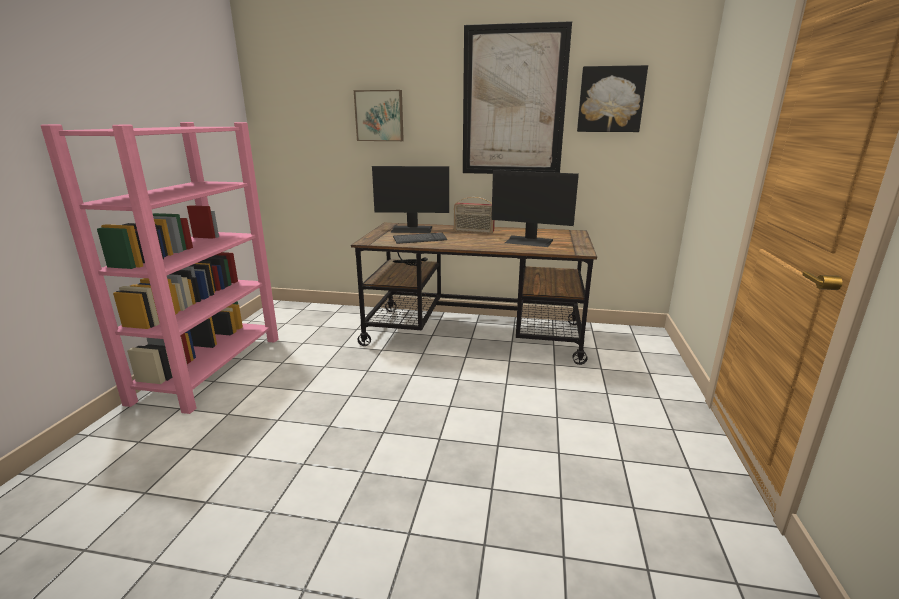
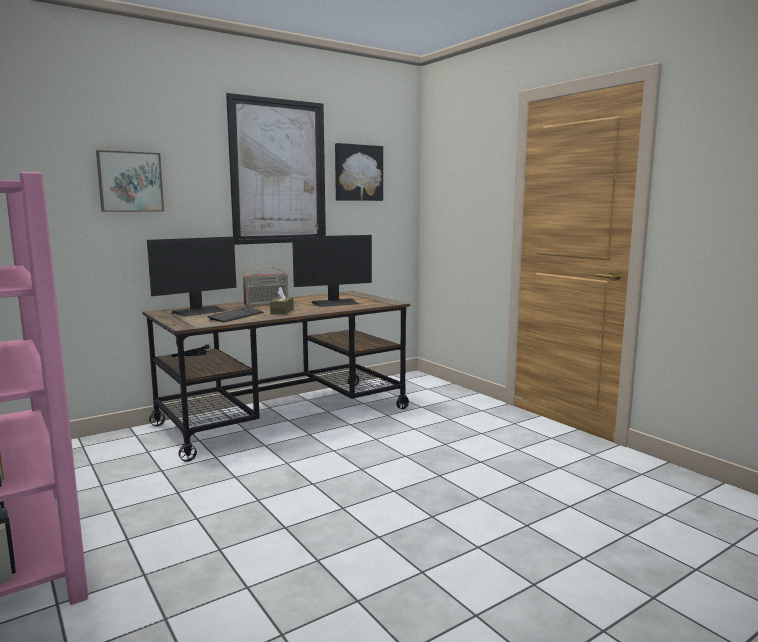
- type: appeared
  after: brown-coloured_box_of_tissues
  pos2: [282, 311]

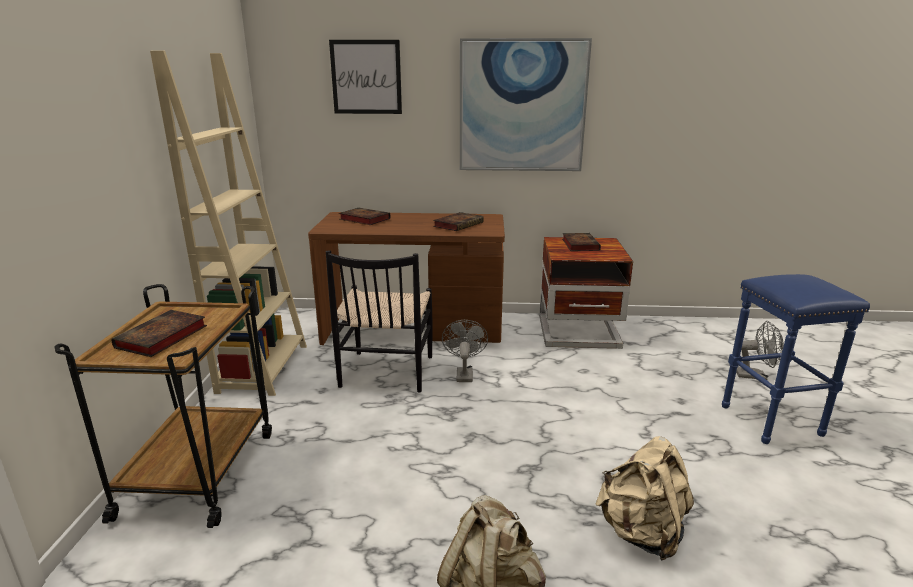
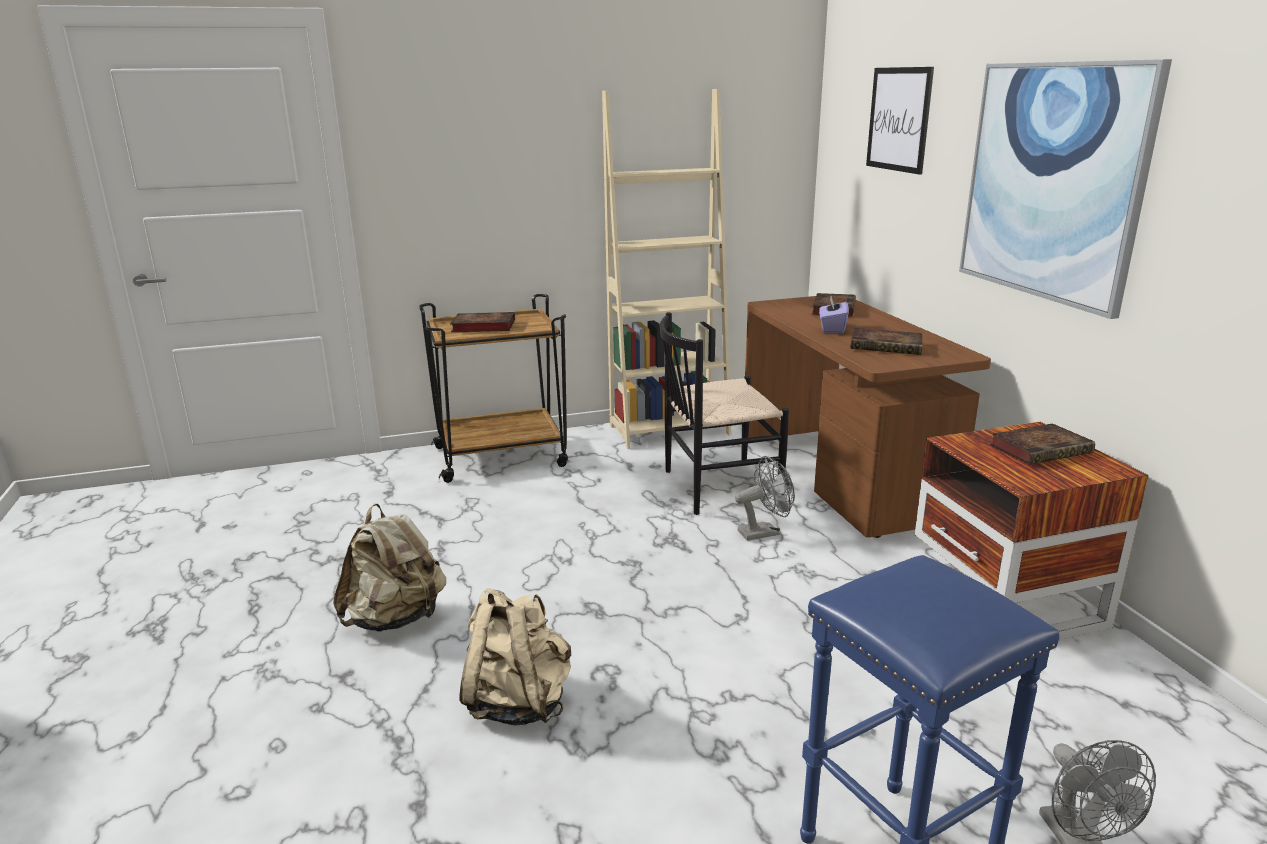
- type: appeared
  after: purple-coloured_box_of_tissues
  pos2: [832, 329]

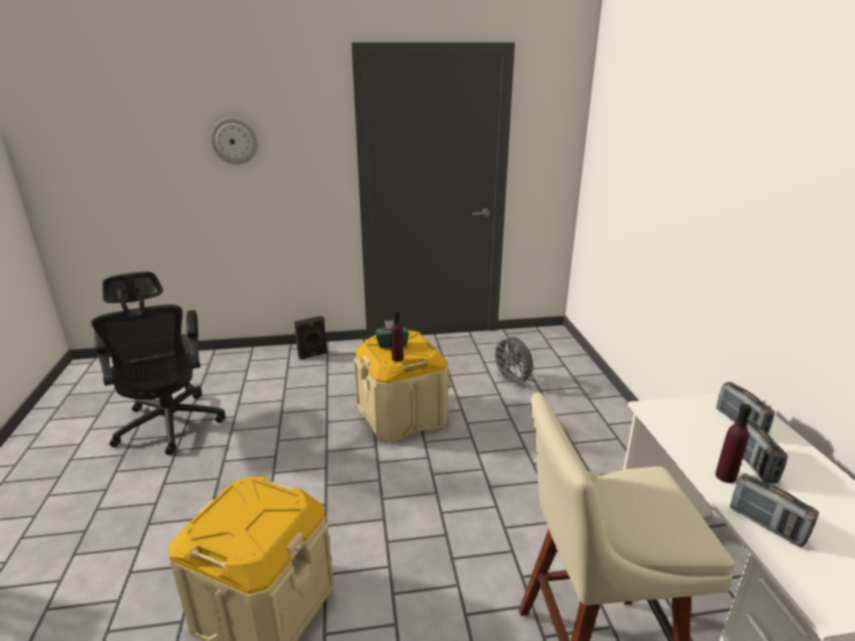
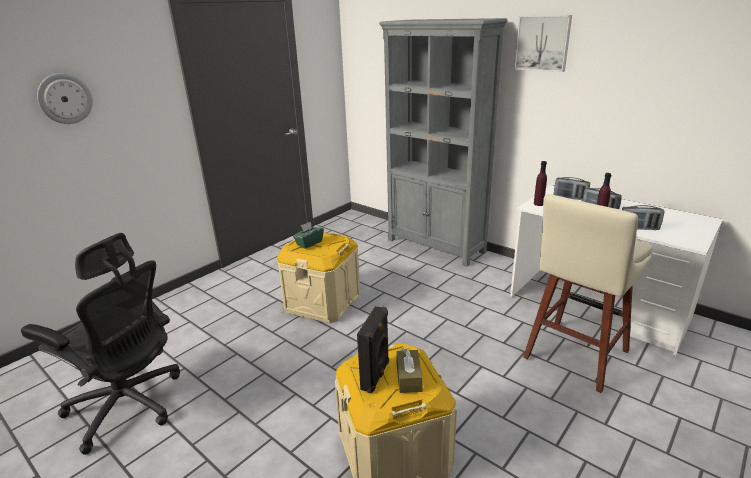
- type: relocated
  before: blackish_speaker
  pos1: [313, 355]
  pos2: [376, 375]
- type: appeared
  after: greyish_shelving_unit
  pos2: [436, 246]
- type: appeared
  after: brown-coloured_box_of_tissues
  pos2: [409, 377]
- type: appeared
  after: picture
  pos2: [543, 43]
- type: relocated
  before: purple-coloured_bottle
  pos1: [397, 358]
  pos2: [538, 204]
- type: missing
  before: greyish_cooling_fan
  pos1: [512, 381]

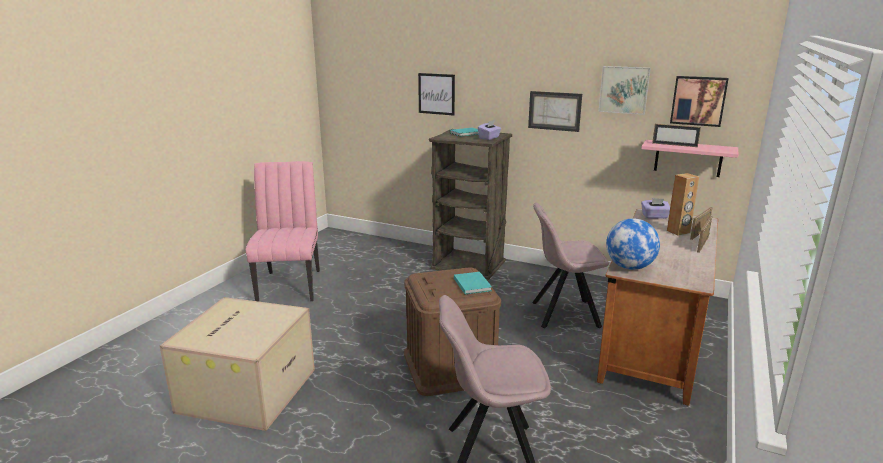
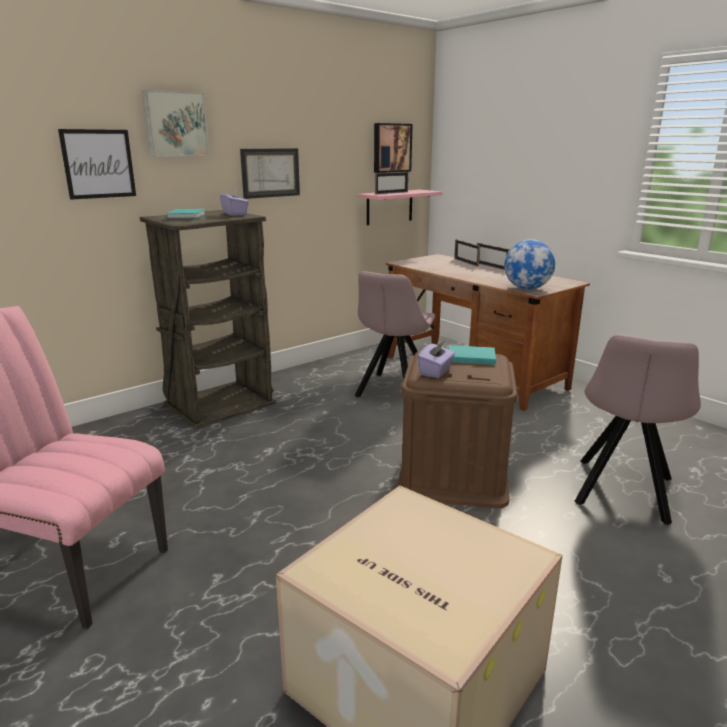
- type: relocated
  before: picture
  pos1: [624, 89]
  pos2: [175, 124]
- type: relocated
  before: purple-coloured_box_of_tissues
  pos1: [654, 216]
  pos2: [436, 371]
- type: missing
  before: brown-coloured_speaker
  pos1: [678, 232]

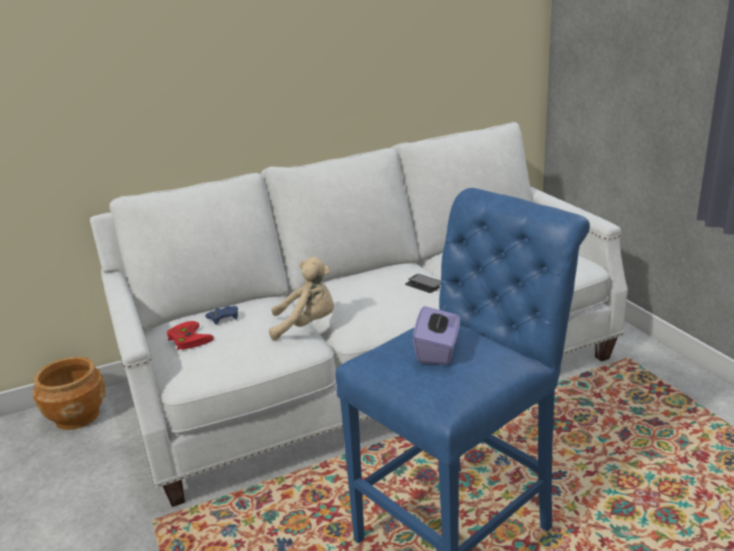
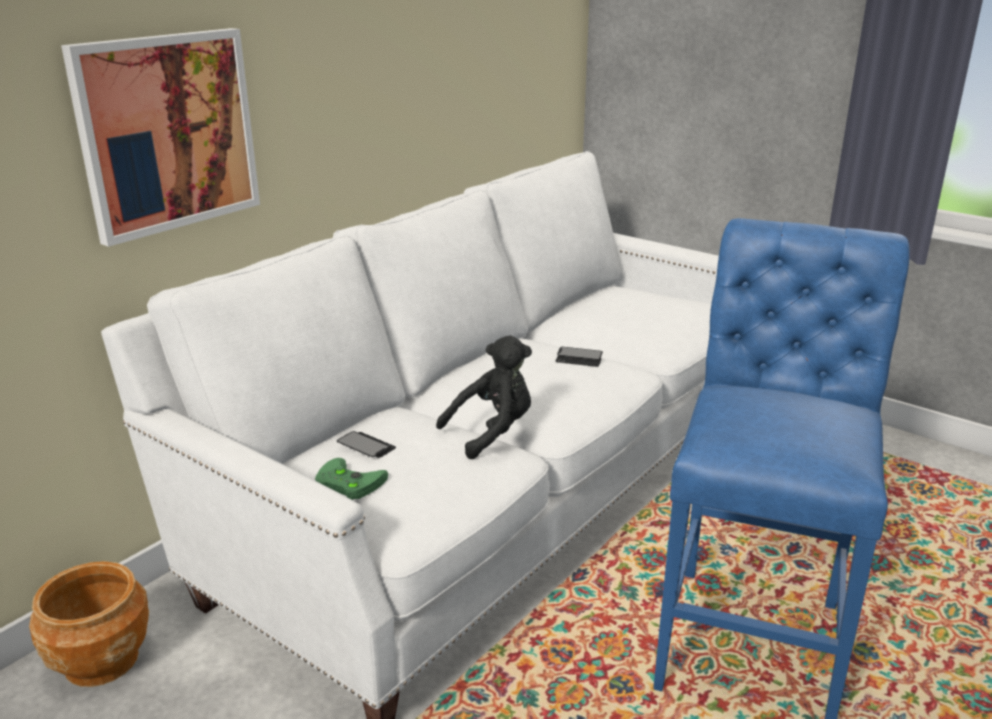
- type: appeared
  after: picture
  pos2: [167, 133]
- type: colour
  before: red-coloured_joypad
  after: green_joypad
  pos1: [187, 338]
  pos2: [346, 483]
- type: exchanged
  before: bluish_joypad
  after: telephone
  pos1: [224, 318]
  pos2: [366, 446]
- type: colour
  before: beige-coloured_plush_toy
  after: blackish_plush_toy
  pos1: [307, 325]
  pos2: [492, 432]
- type: missing
  before: purple-coloured_box_of_tissues
  pos1: [438, 351]

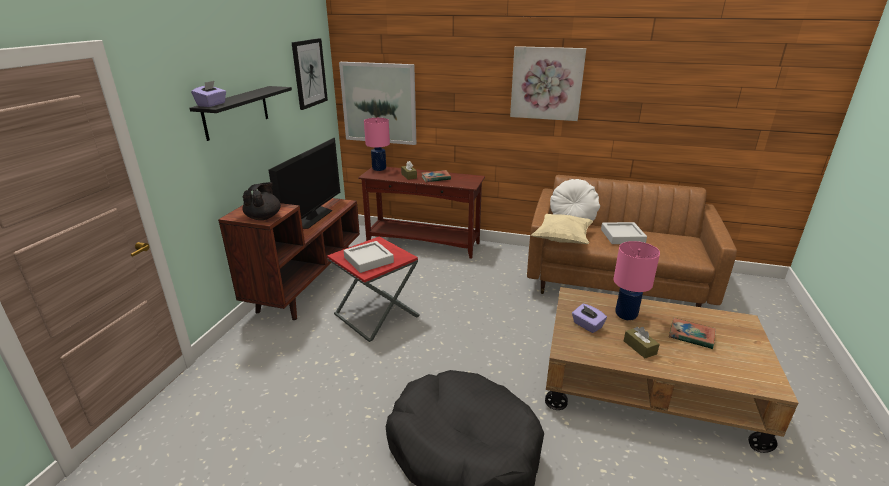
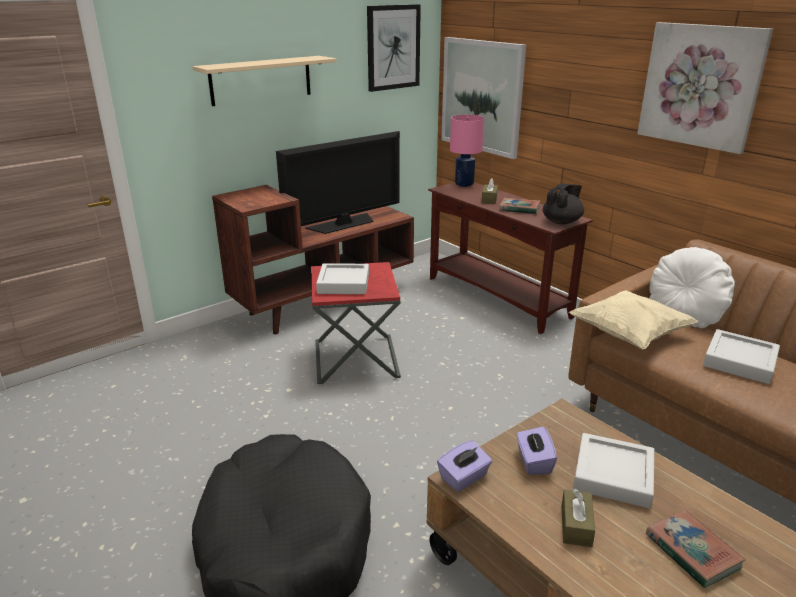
- type: colour
  before: blackish_wall_shelf
  after: beige-coloured_wall_shelf
  pos1: [236, 112]
  pos2: [261, 80]
- type: relocated
  before: purple-coloured_box_of_tissues
  pos1: [212, 104]
  pos2: [464, 478]
- type: relocated
  before: blackish_teapot
  pos1: [264, 217]
  pos2: [562, 222]
- type: exchanged
  before: pink-coloured_table_lamp
  after: greyish_carrying_tray
  pos1: [626, 316]
  pos2: [613, 475]

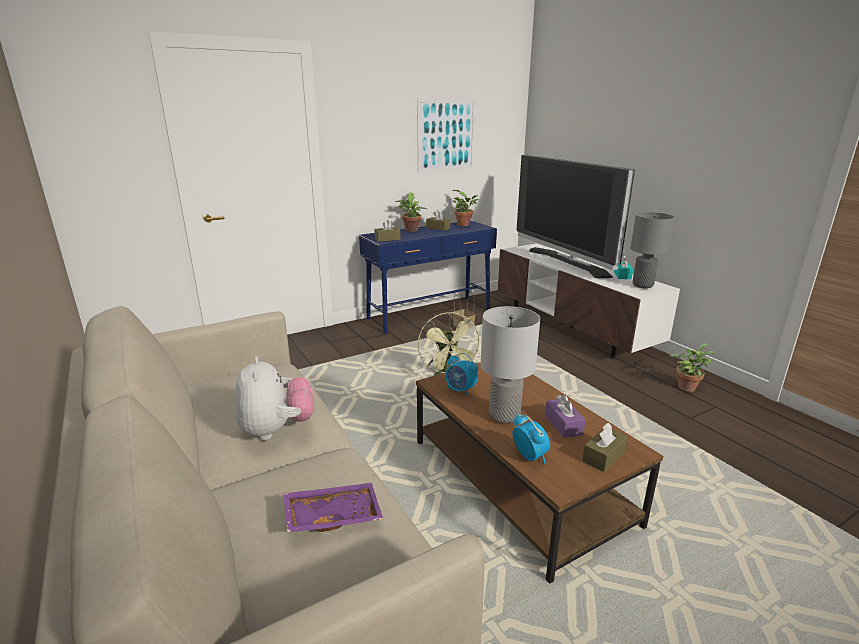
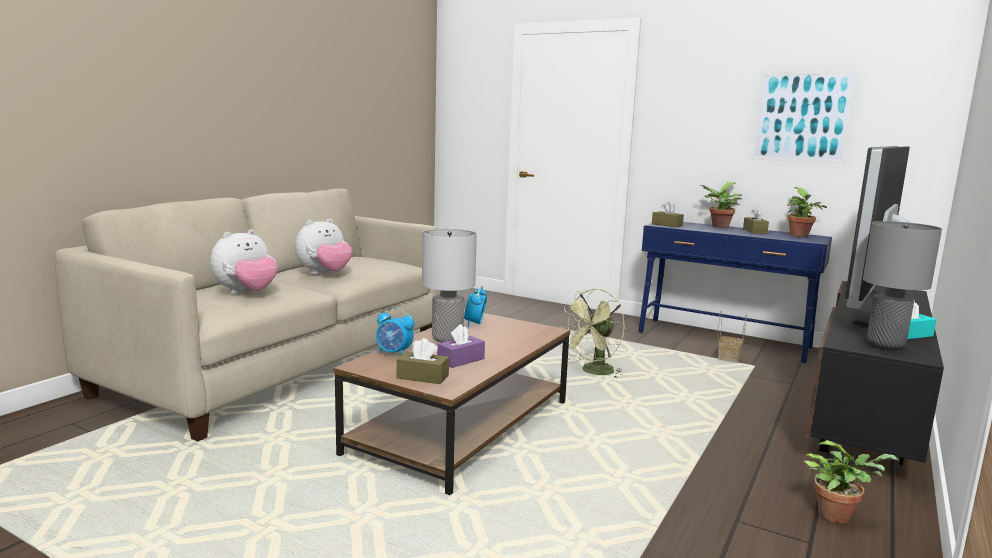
- type: exchanged
  before: purple-coloured_carrying_tray
  after: plush_toy
  pos1: [333, 515]
  pos2: [246, 293]
- type: spun
  before: alarm_clock
  pos1: [529, 456]
  pos2: [394, 353]
  turn: 75
- type: colour
  before: white-coloured_media_console
  after: blackish_media_console
  pos1: [572, 327]
  pos2: [865, 415]

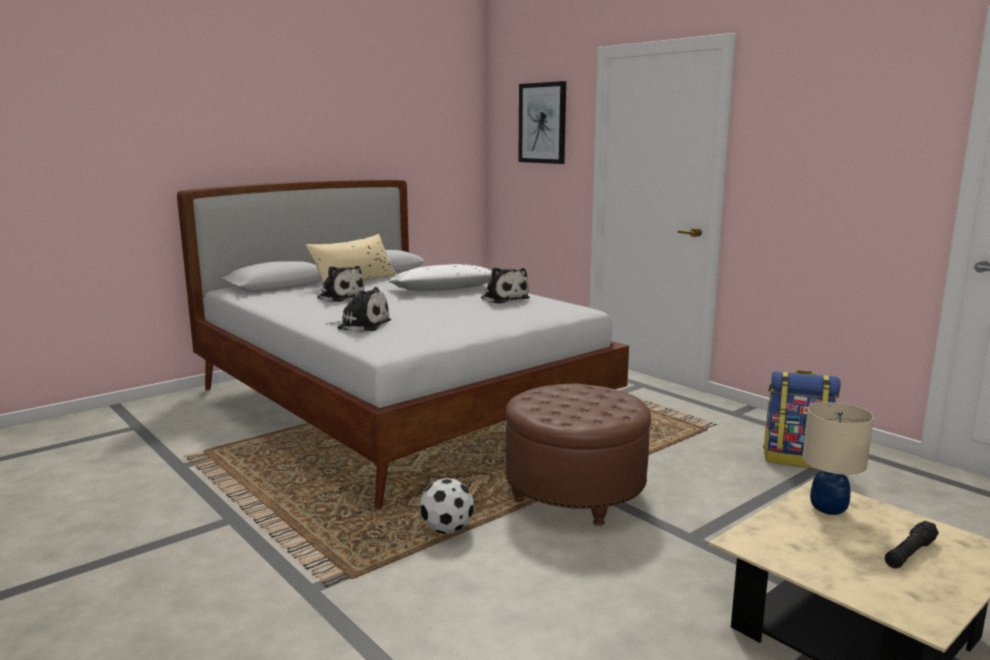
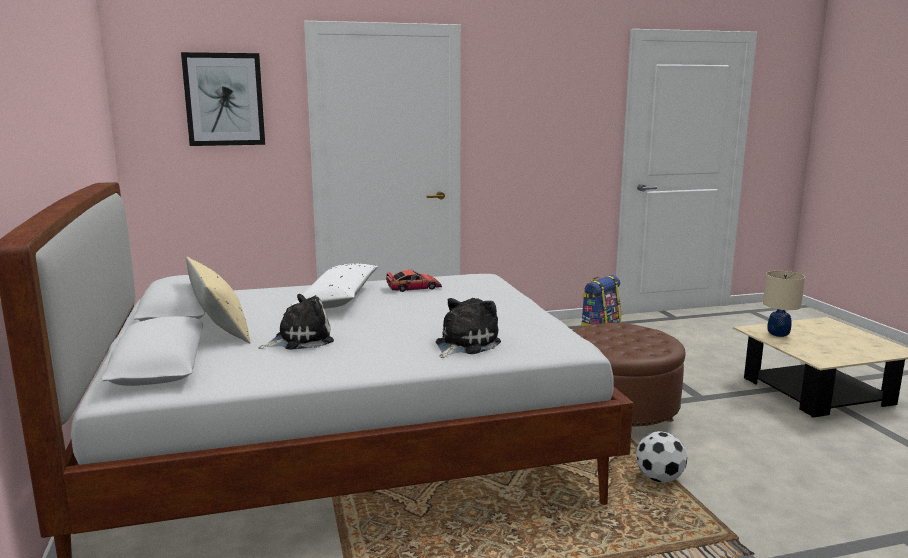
- type: exchanged
  before: plush_toy
  after: model_car
  pos1: [503, 299]
  pos2: [414, 287]
- type: missing
  before: blackish_flashlight
  pos1: [909, 553]

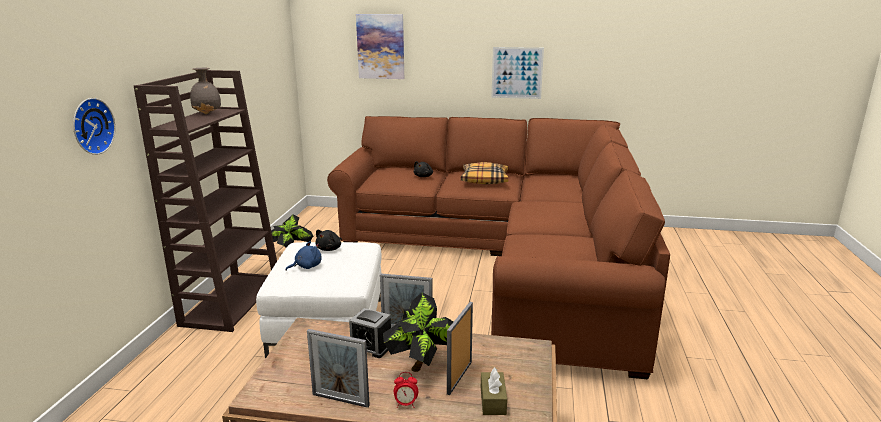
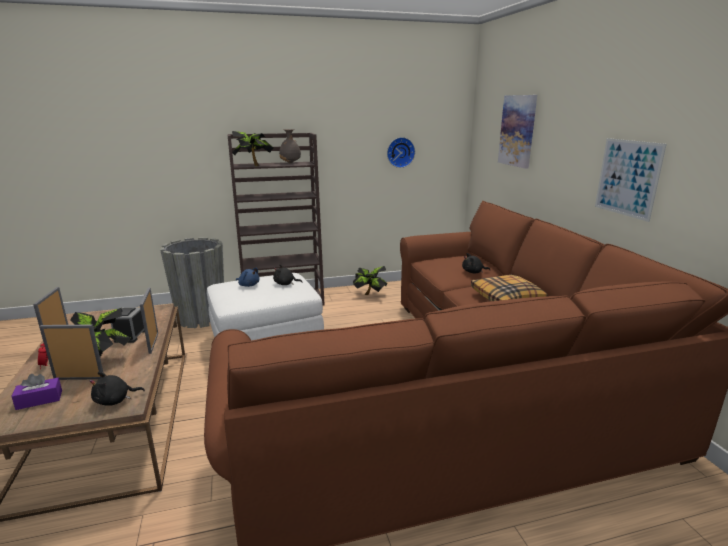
- type: colour
  before: brown-coloured_box_of_tissues
  after: purple-coloured_box_of_tissues
  pos1: [493, 400]
  pos2: [39, 400]
- type: appeared
  after: blackish_plush_toy
  pos2: [115, 400]
- type: appeared
  after: greyish_planter
  pos2: [201, 317]
- type: appeared
  after: houseplant
  pos2: [253, 165]
- type: relocated
  before: hanging_clock
  pos1: [90, 126]
  pos2: [400, 152]

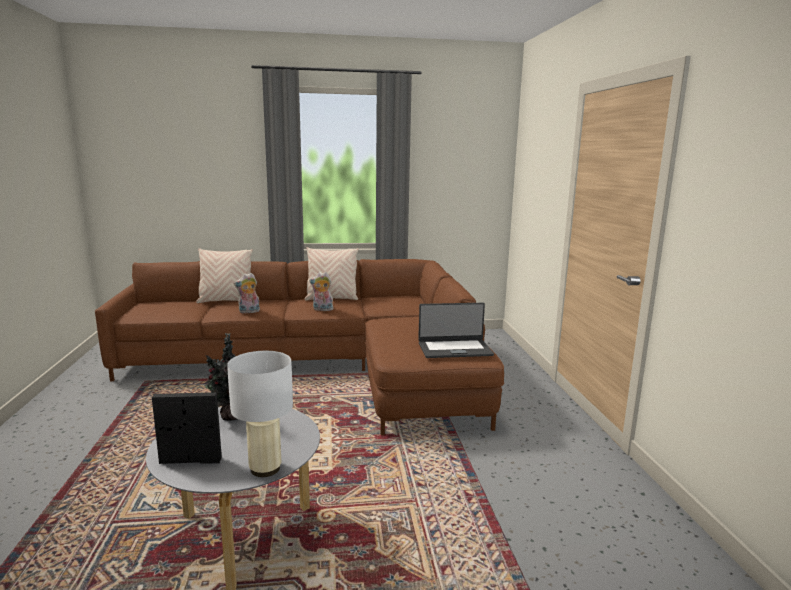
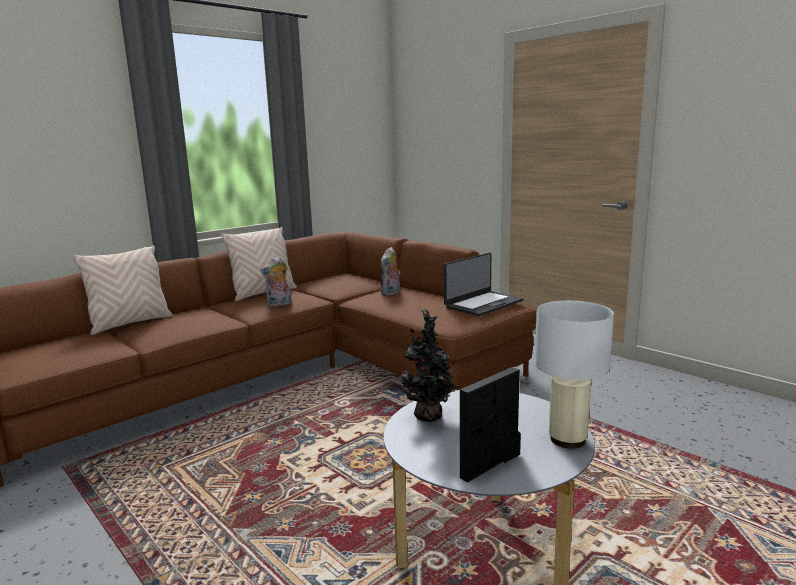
- type: relocated
  before: plush_toy
  pos1: [249, 312]
  pos2: [391, 293]

